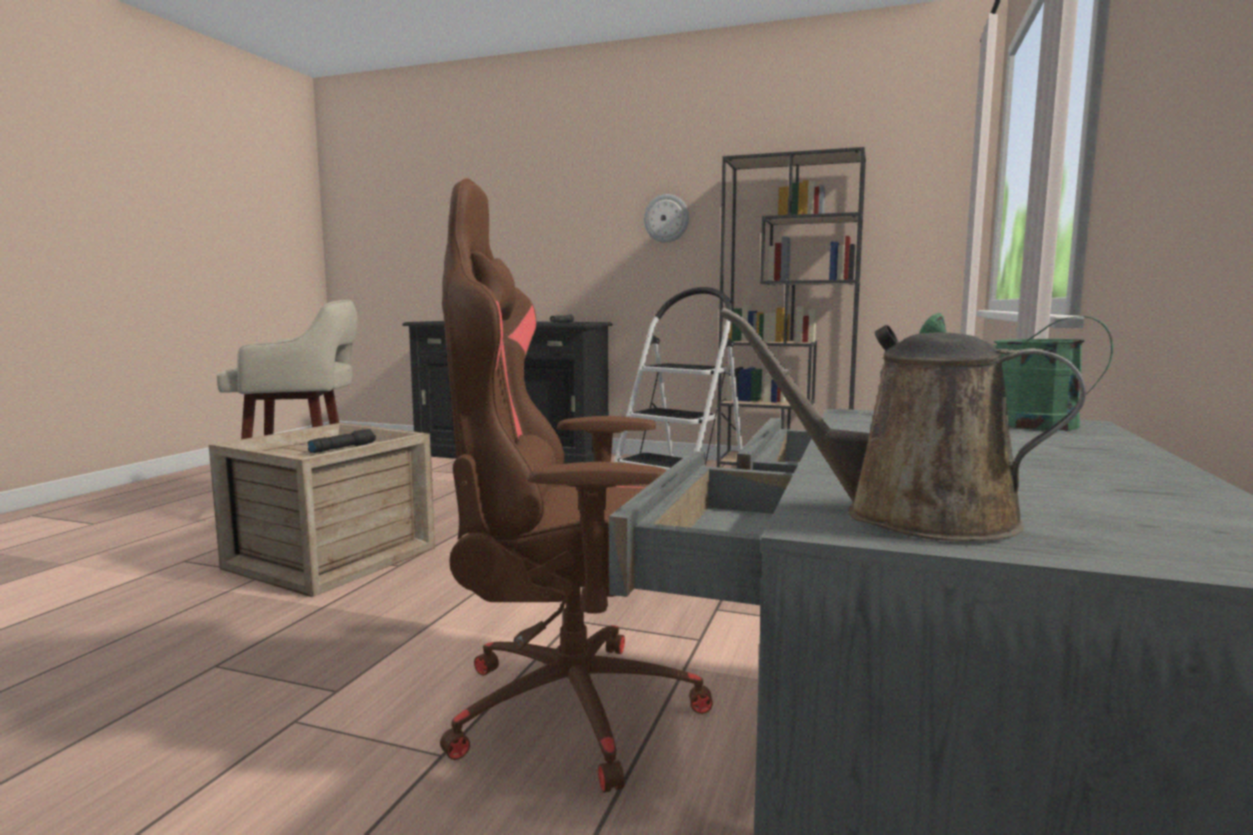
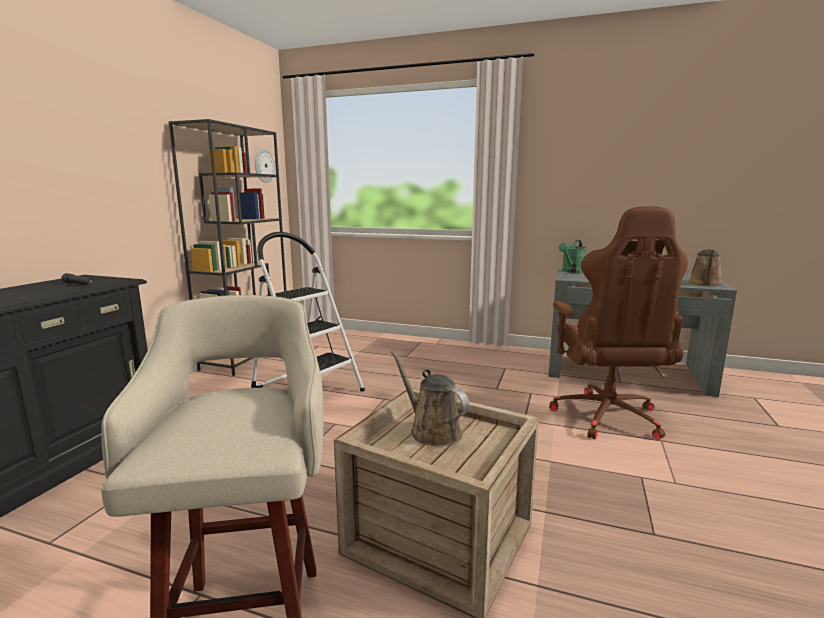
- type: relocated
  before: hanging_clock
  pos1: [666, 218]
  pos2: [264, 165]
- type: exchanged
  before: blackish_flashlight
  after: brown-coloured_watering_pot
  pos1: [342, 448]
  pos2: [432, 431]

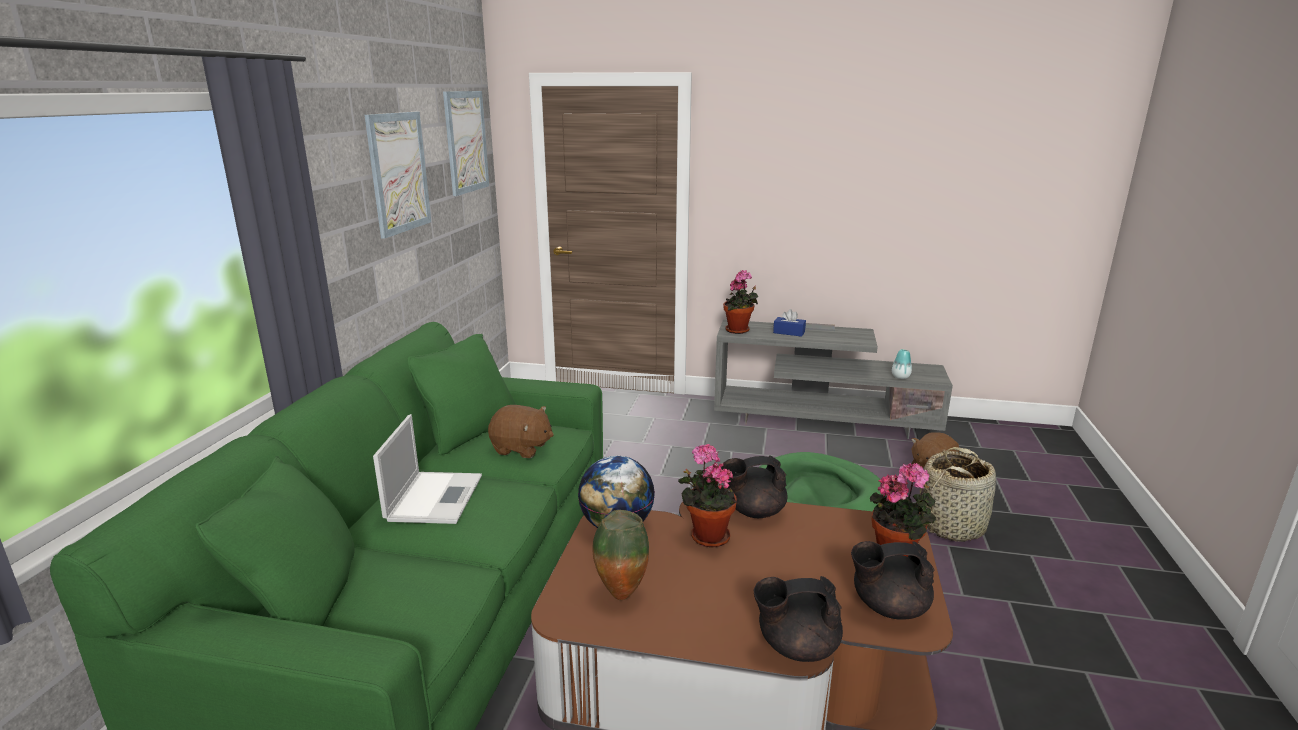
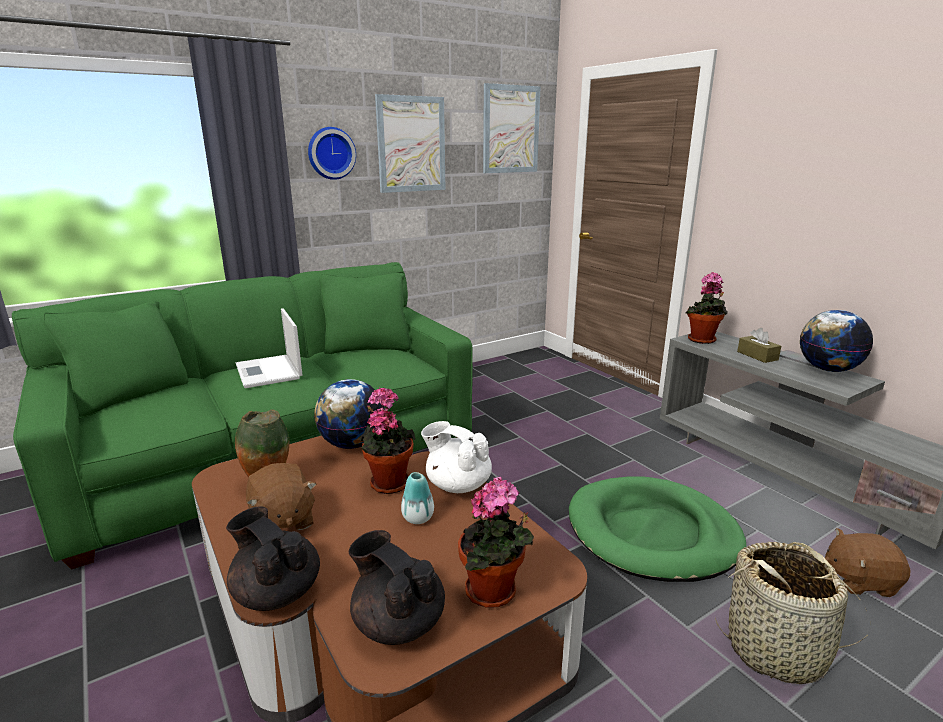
- type: spun
  before: portable_computer
  pos1: [435, 497]
  pos2: [269, 372]
  turn: 105
- type: relocated
  before: brown-coloured_plush_toy
  pos1: [521, 448]
  pos2: [282, 521]
- type: appeared
  after: hanging_clock
  pos2: [331, 153]
- type: relocated
  before: vase
  pos1: [900, 377]
  pos2: [418, 518]
- type: colour
  before: blackish_teapot
  after: white-coloured_teapot
  pos1: [753, 511]
  pos2: [457, 484]
- type: colour
  before: bluish_box_of_tissues
  after: brown-coloured_box_of_tissues
  pos1: [789, 332]
  pos2: [757, 356]
- type: appeared
  after: globe
  pos2: [828, 369]

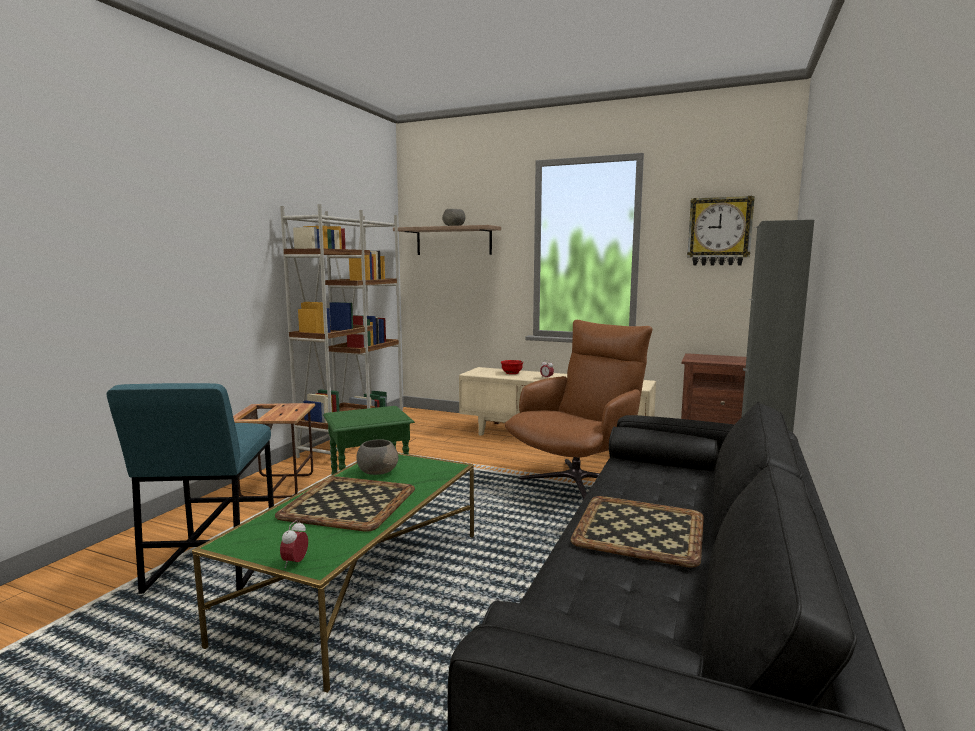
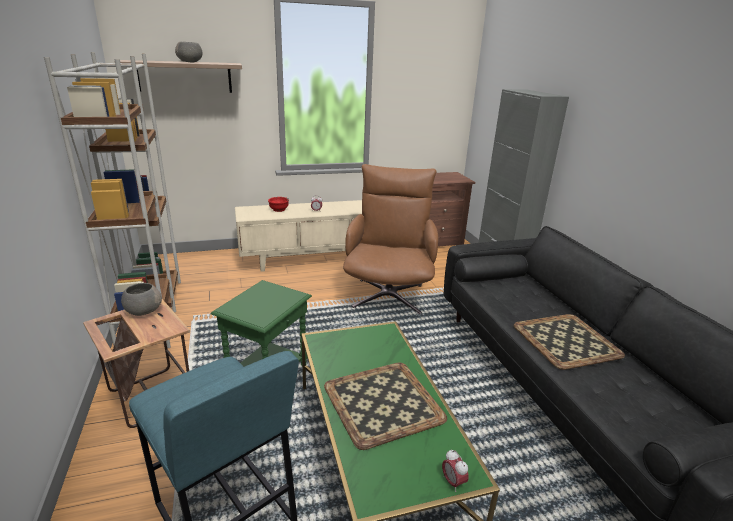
- type: relocated
  before: greyish_bowl
  pos1: [377, 472]
  pos2: [143, 311]
- type: missing
  before: hanging_clock
  pos1: [719, 231]

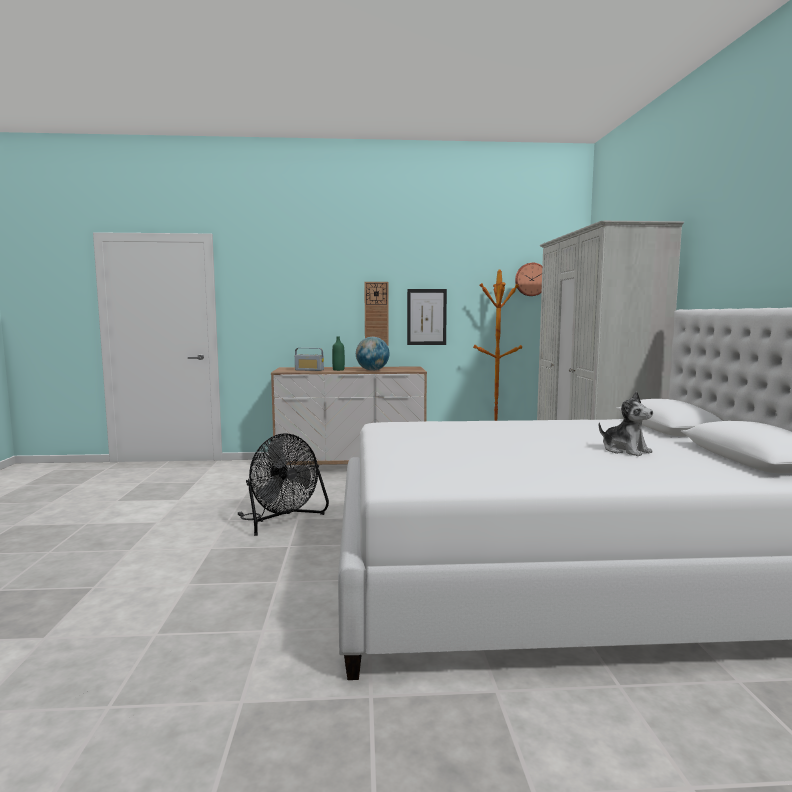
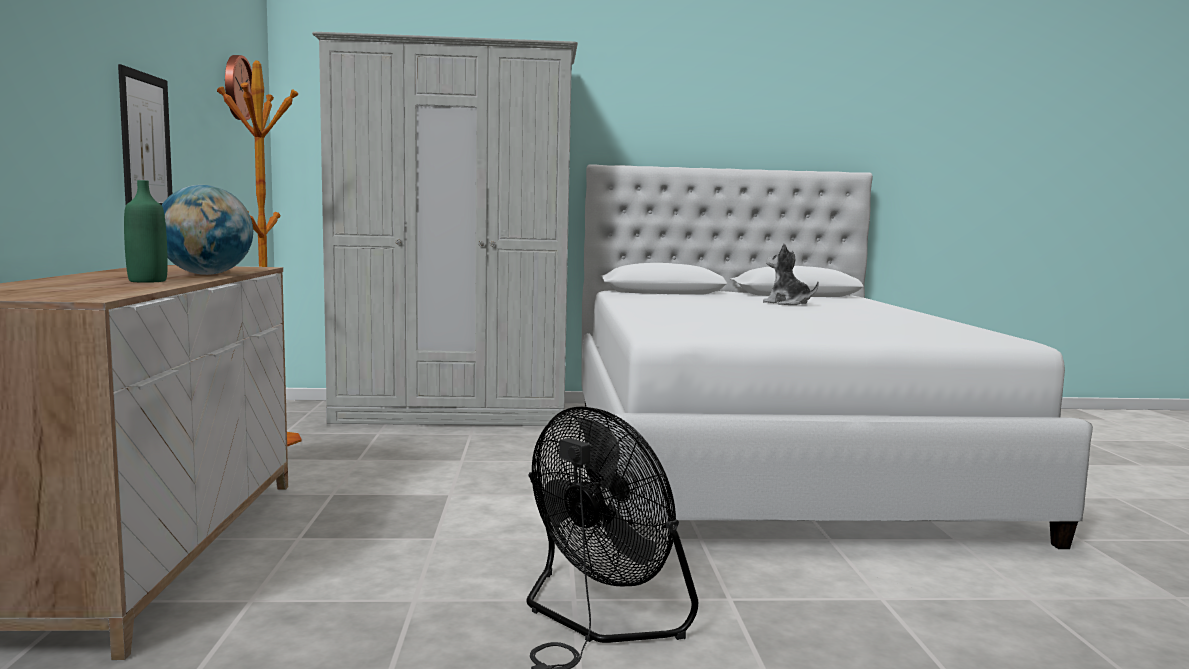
- type: spun
  before: plush_toy
  pos1: [625, 450]
  pos2: [787, 303]
  turn: -105
- type: missing
  before: radio
  pos1: [309, 370]
- type: missing
  before: hanging_clock
  pos1: [376, 314]

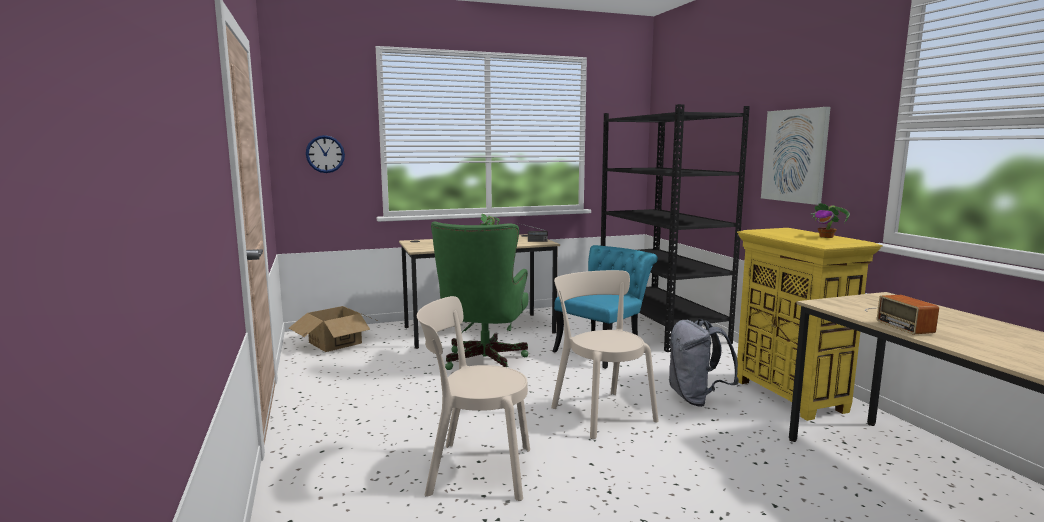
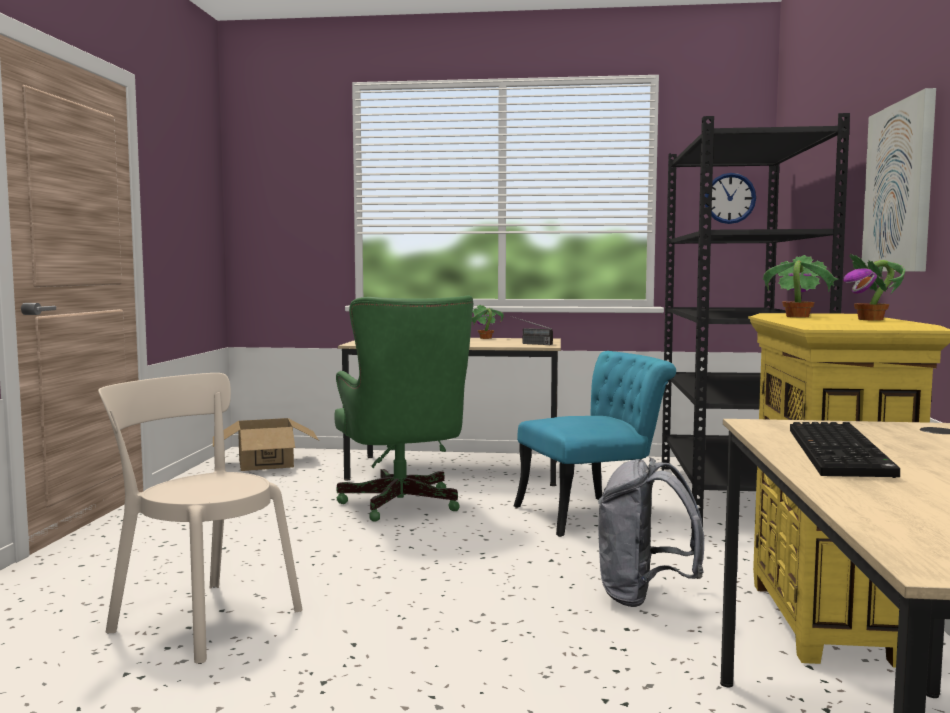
- type: spun
  before: green_computer_chair
  pos1: [483, 362]
  pos2: [403, 505]
  turn: -60
- type: relocated
  before: hanging_clock
  pos1: [325, 154]
  pos2: [729, 198]
- type: appeared
  after: houseplant
  pos2: [796, 316]
- type: exchanged
  before: radio
  after: PC_keyboard
  pos1: [899, 320]
  pos2: [842, 453]
- type: missing
  before: beige-coloured_upright_chair
  pos1: [600, 412]

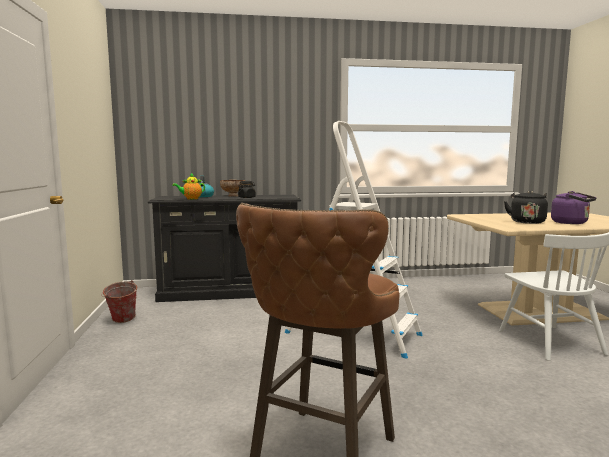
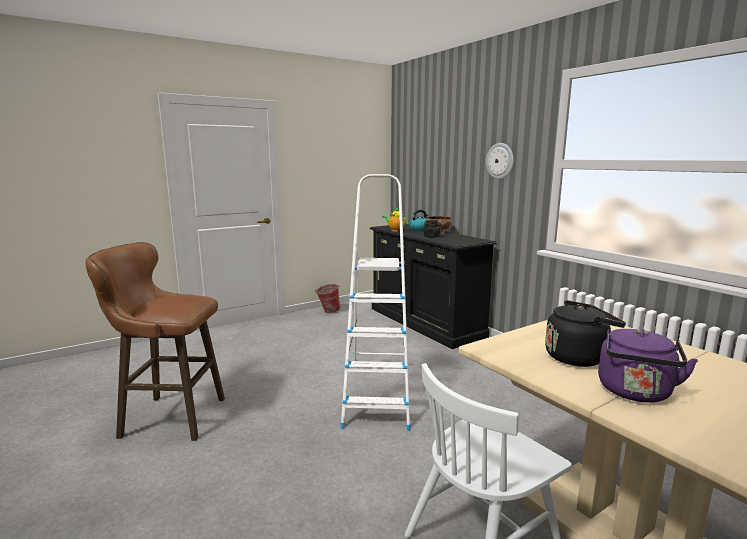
- type: appeared
  after: hanging_clock
  pos2: [500, 161]

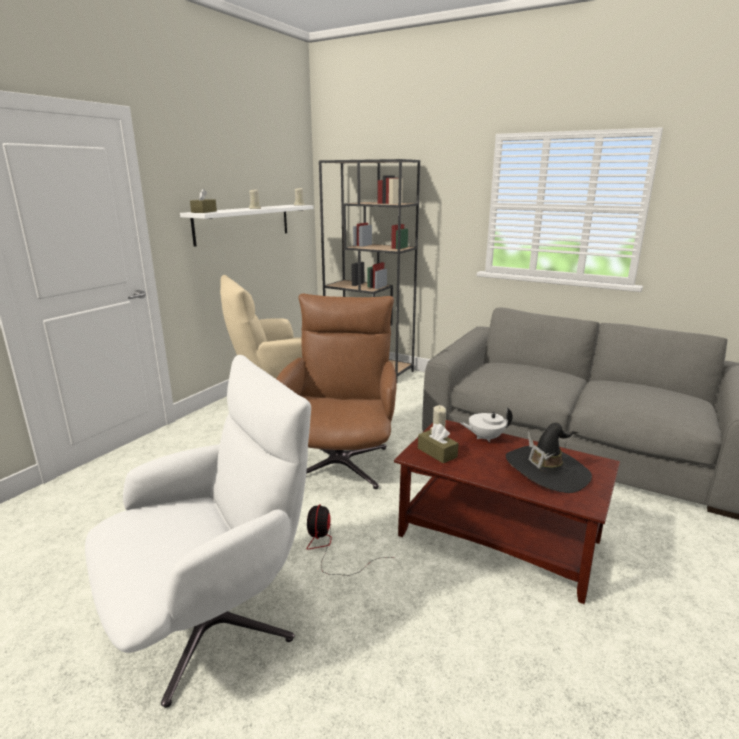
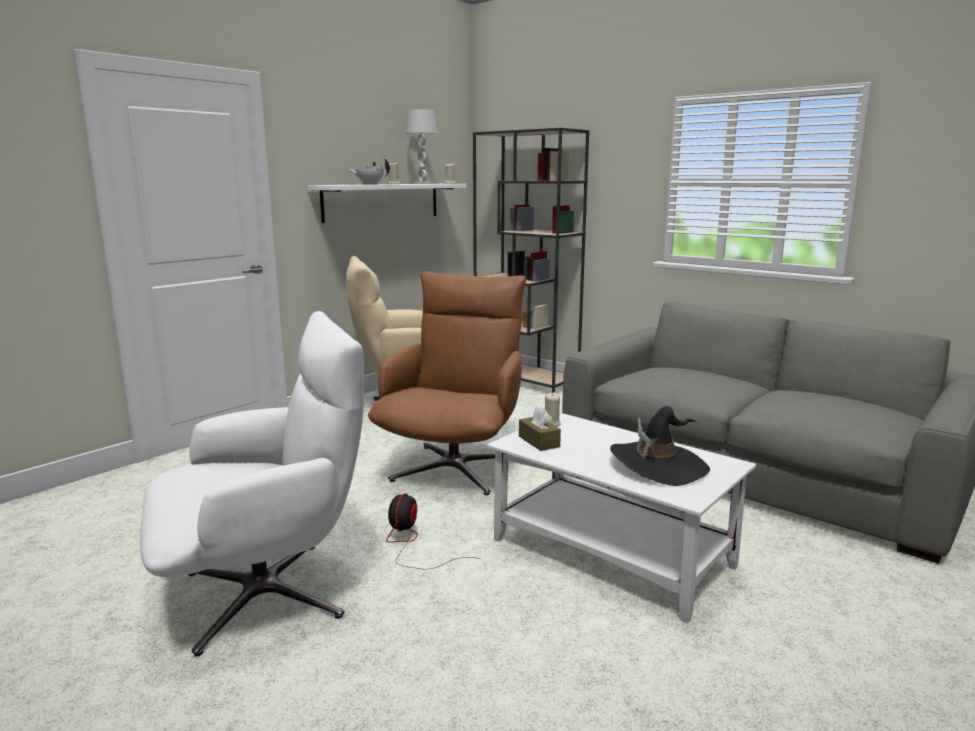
- type: relocated
  before: white-coloured_teapot
  pos1: [485, 438]
  pos2: [370, 184]
- type: appeared
  after: white-coloured_table_lamp
  pos2: [422, 183]
- type: colour
  before: brown-coloured_lounge_table
  after: white-coloured_lounge_table
  pos1: [500, 538]
  pos2: [613, 553]
- type: missing
  before: brown-coloured_box_of_tissues
  pos1: [204, 212]

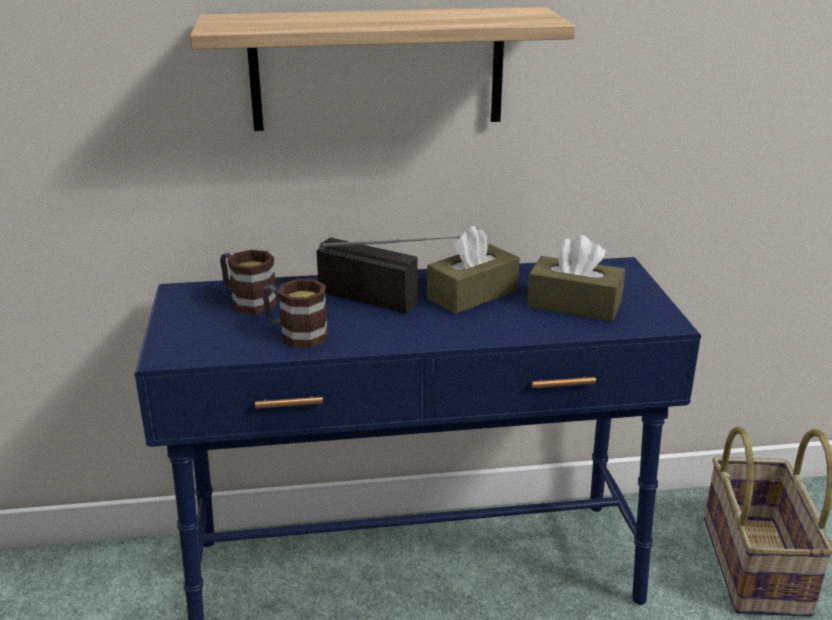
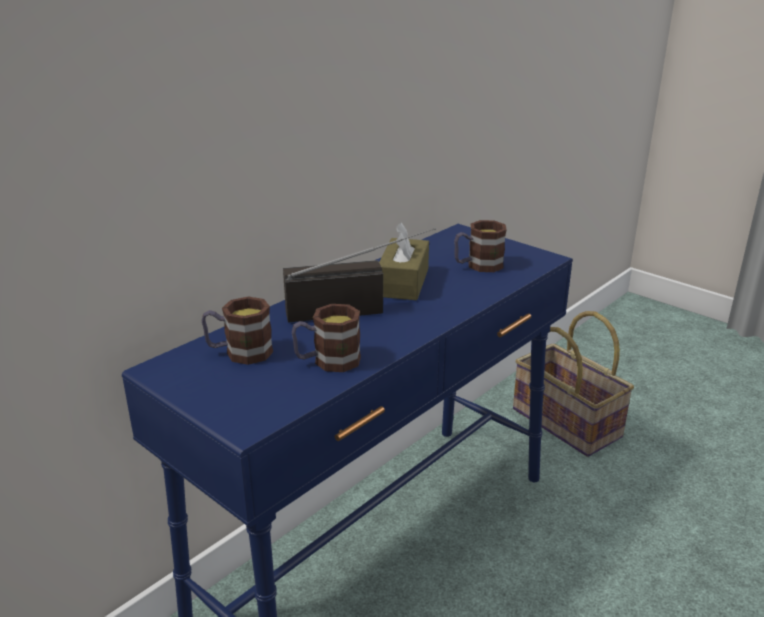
- type: exchanged
  before: brown-coloured_box_of_tissues
  after: coffee_mug
  pos1: [574, 304]
  pos2: [478, 266]
- type: missing
  before: wall_shelf
  pos1: [377, 69]

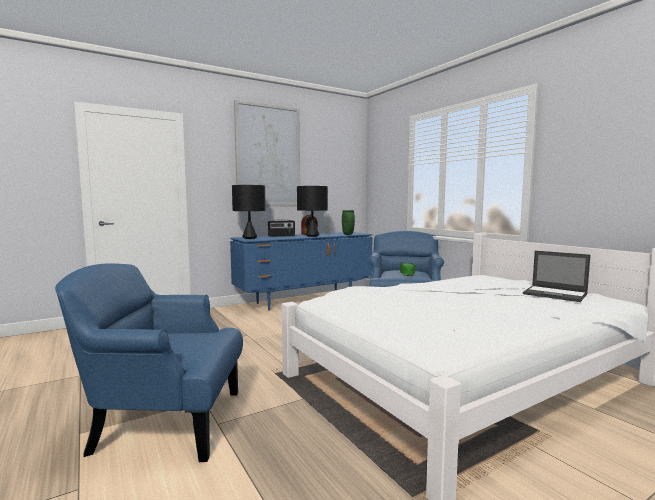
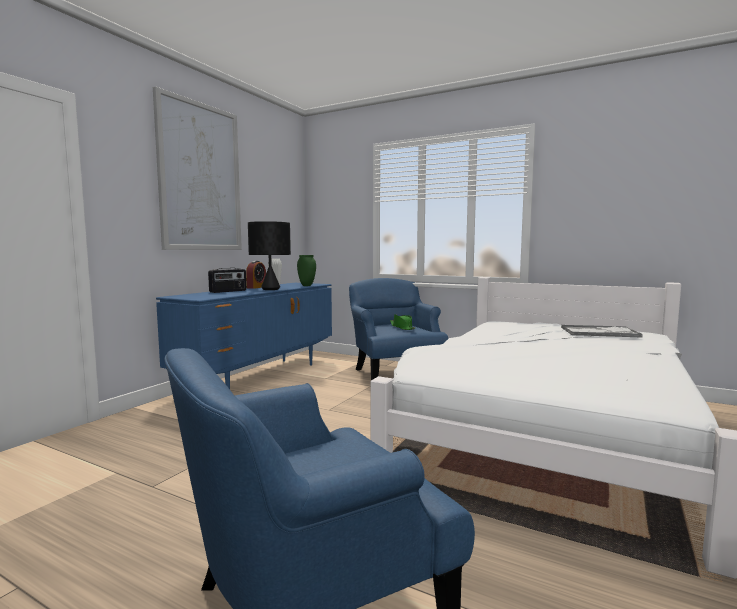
- type: exchanged
  before: portable_computer
  after: carrying_tray
  pos1: [555, 294]
  pos2: [600, 332]
- type: missing
  before: blackish_table_lamp
  pos1: [249, 238]

